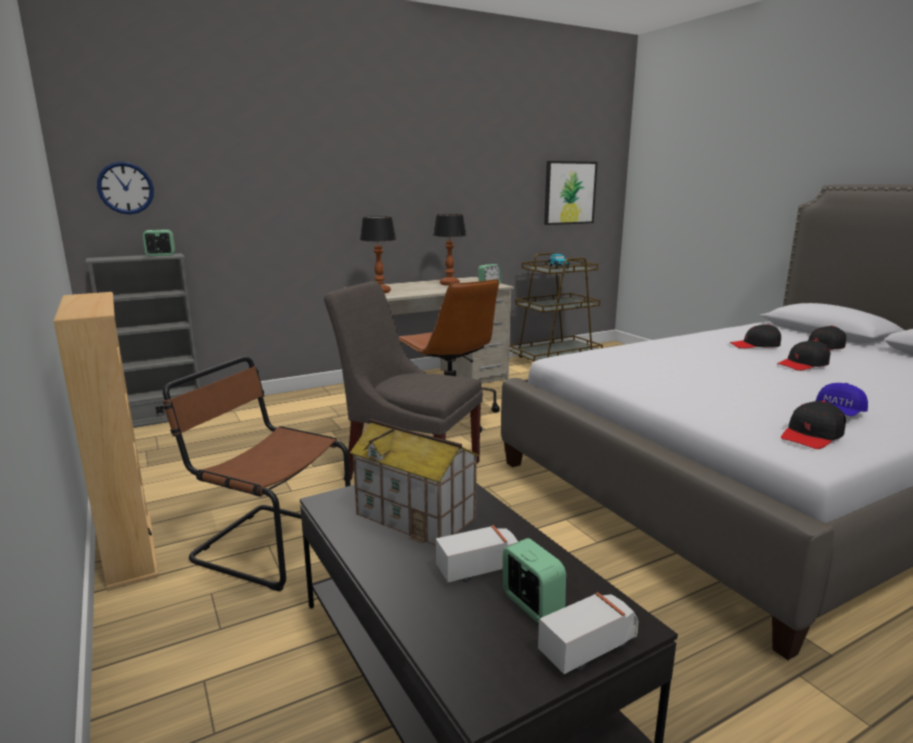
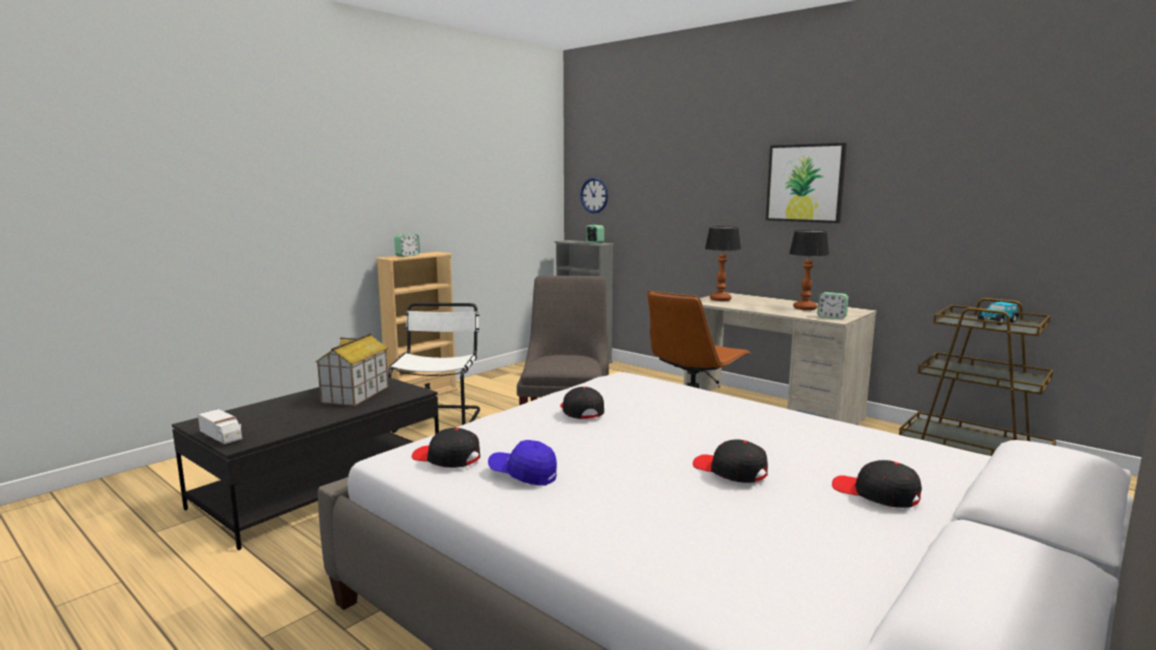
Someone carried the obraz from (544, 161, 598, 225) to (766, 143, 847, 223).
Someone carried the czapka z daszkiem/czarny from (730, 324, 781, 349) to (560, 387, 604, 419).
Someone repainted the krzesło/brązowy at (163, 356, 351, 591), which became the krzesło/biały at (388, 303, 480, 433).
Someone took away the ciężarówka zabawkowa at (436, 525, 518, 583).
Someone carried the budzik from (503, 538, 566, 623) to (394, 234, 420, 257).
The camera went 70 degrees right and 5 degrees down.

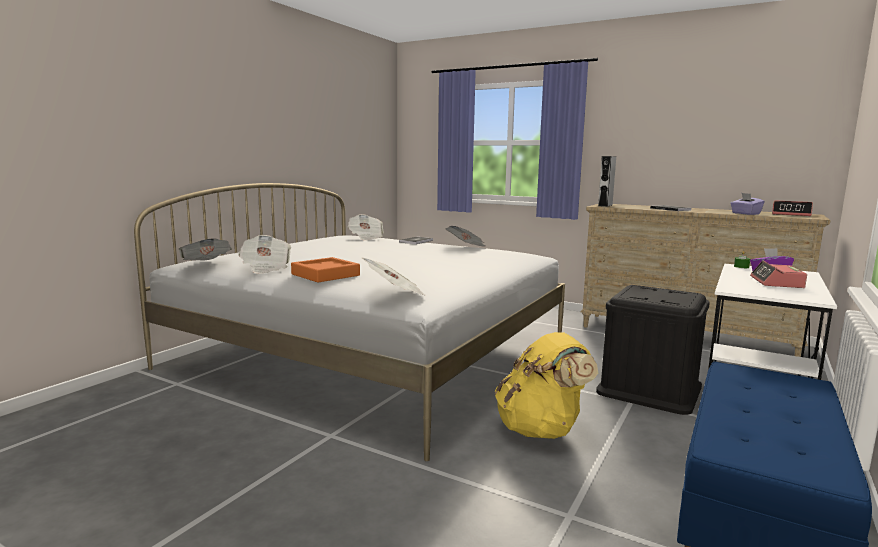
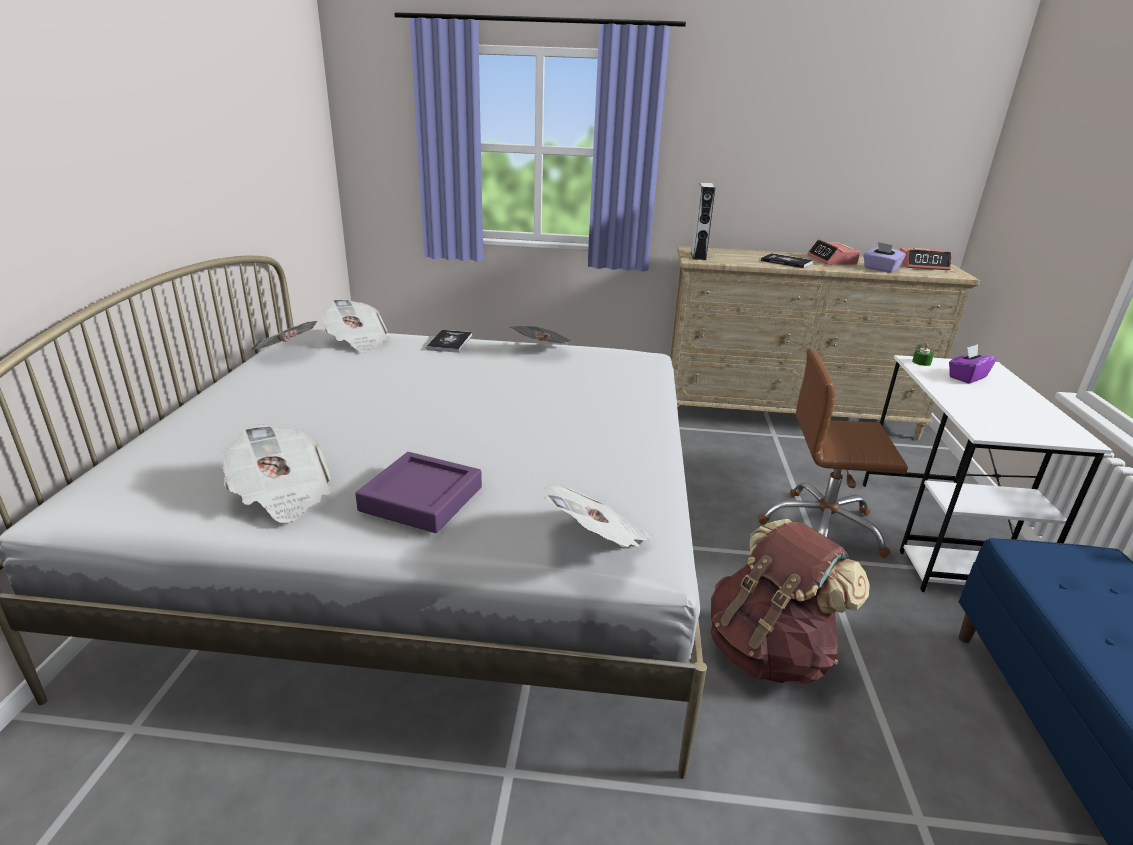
Someone carried the gazeta from (179, 238, 232, 261) to (250, 321, 317, 351).
Someone repainted the taca/pomarańczowy at (291, 257, 360, 282), which became the taca/fioletowy at (355, 452, 482, 533).
Someone carried the budzik from (750, 261, 807, 288) to (808, 240, 860, 265).
Someone swapped the pojemnik do przechowywania/czarny at (596, 285, 710, 415) for the krzesło biurowe/brązowy at (758, 349, 908, 558).
Someone repainted the plecak/żółty at (495, 332, 598, 439), which became the plecak/brązowy at (711, 519, 870, 685).
The camera went 25 degrees left and 15 degrees up.

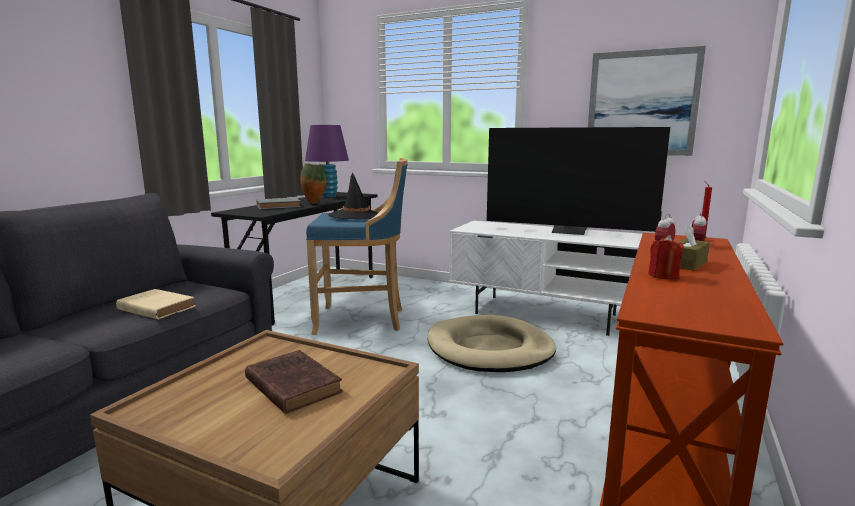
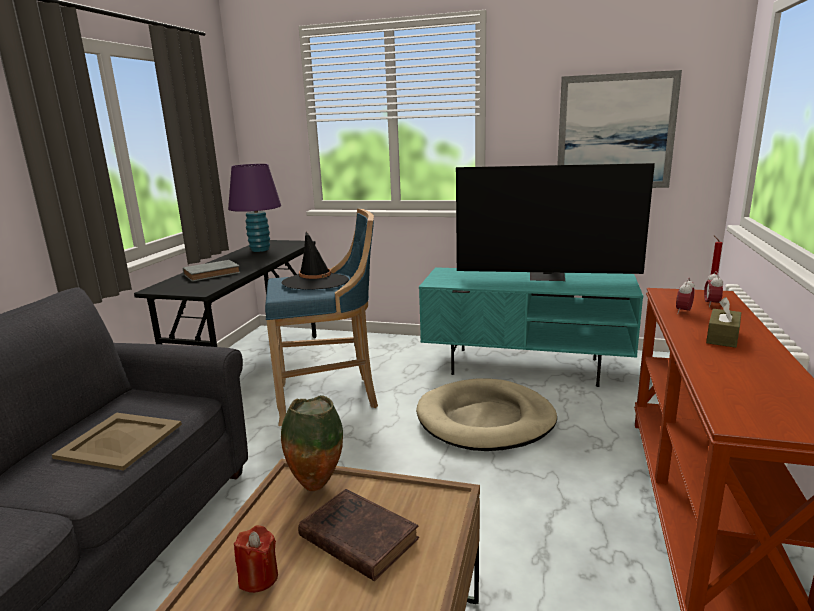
Someone carried the wazon from (300, 163, 327, 204) to (281, 395, 343, 491).
Someone repainted the szafka pod telewizor/biały at (449, 221, 642, 336), which became the szafka pod telewizor/turkusowy at (419, 267, 643, 387).
Someone carried the świeca/czerwony from (648, 235, 684, 280) to (234, 525, 278, 593).
Someone swapped the książka/beżowy at (116, 289, 196, 319) for the taca/beżowy at (52, 413, 182, 471).
The camera went 10 degrees left and 5 degrees up.

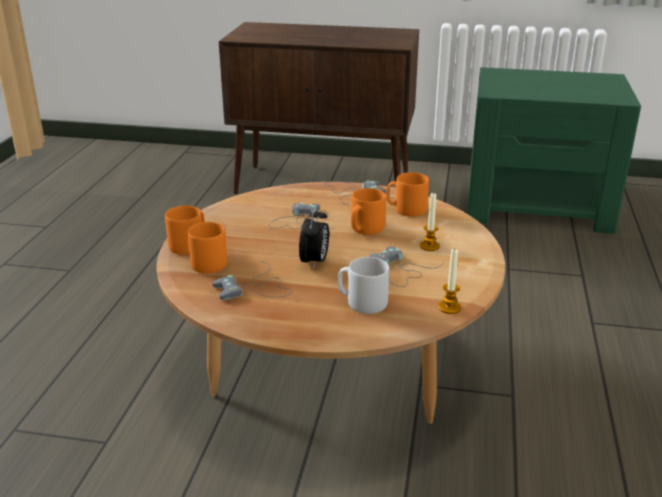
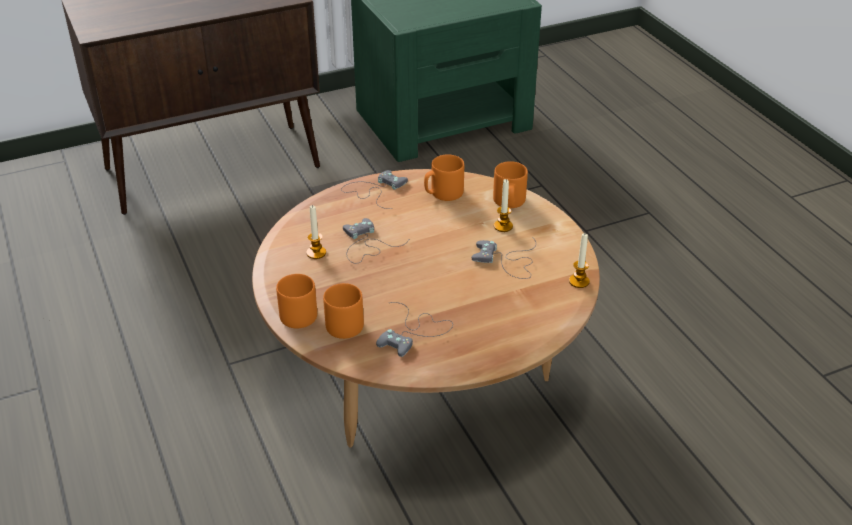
Someone carried the kubek/pomarańczowy from (351, 188, 386, 235) to (493, 161, 528, 208).
Someone took away the budzik at (299, 206, 329, 270).
Someone took away the kubek/szary at (338, 257, 389, 314).
Someone put down the świeca at (306, 205, 326, 259).
The camera went 35 degrees left and 10 degrees up.

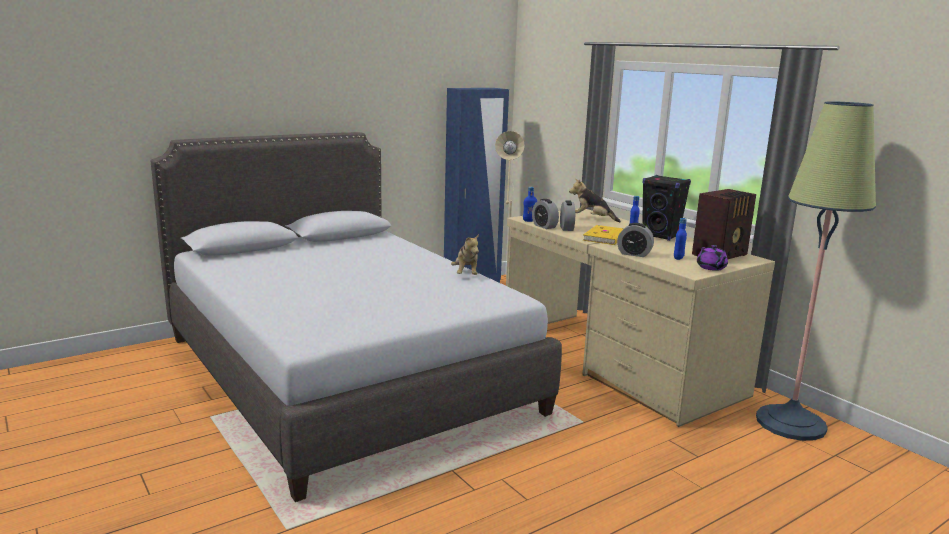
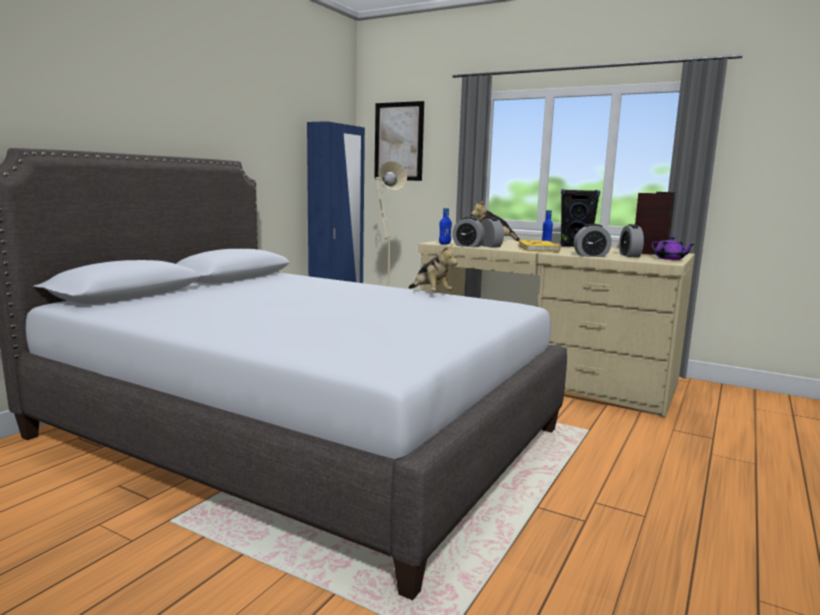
Someone took away the lampa stojąca at (756, 101, 876, 441).
Someone swapped the butelka/niebieski at (674, 218, 687, 260) for the budzik at (619, 224, 644, 257).
Someone put up the obraz at (374, 101, 424, 181).
The camera went 25 degrees left and 5 degrees down.

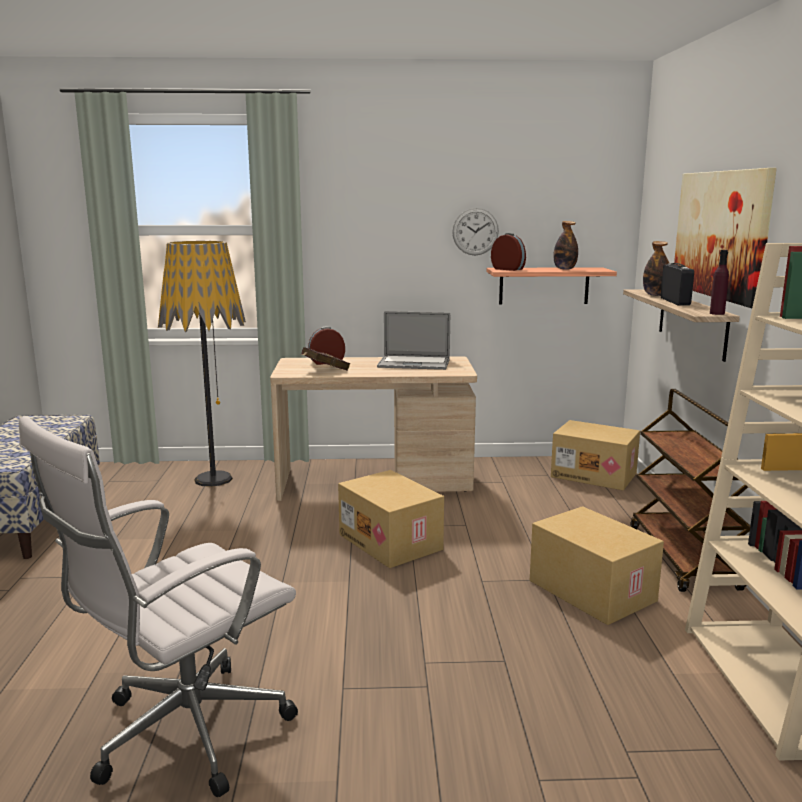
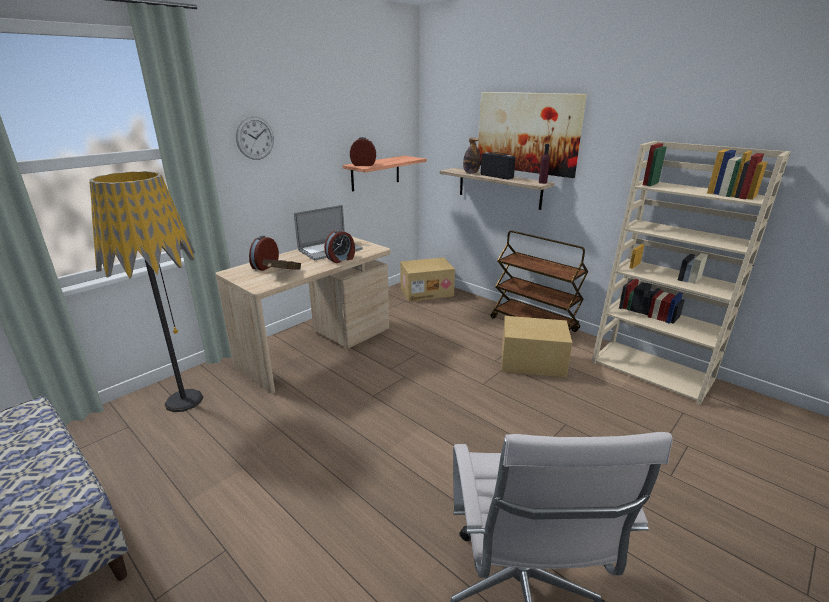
Someone carried the zegar ścienny from (452, 208, 499, 255) to (236, 116, 274, 160).
Someone took away the butelka at (554, 221, 578, 270).
Someone took away the karton at (338, 470, 444, 568).
Someone put down the budzik at (324, 229, 355, 263).
The camera went 45 degrees left and 10 degrees up.

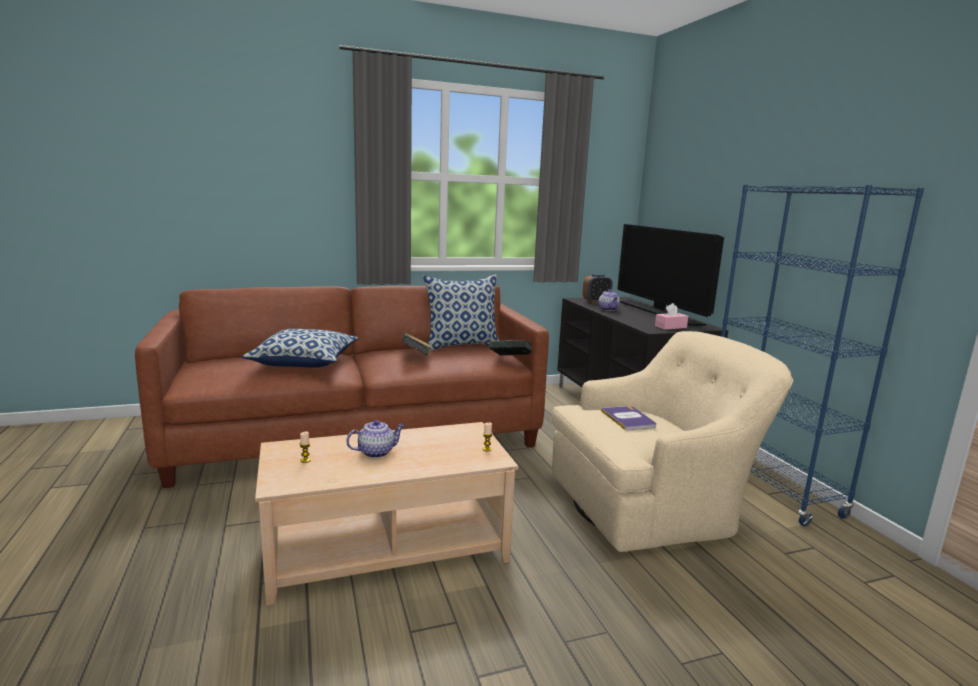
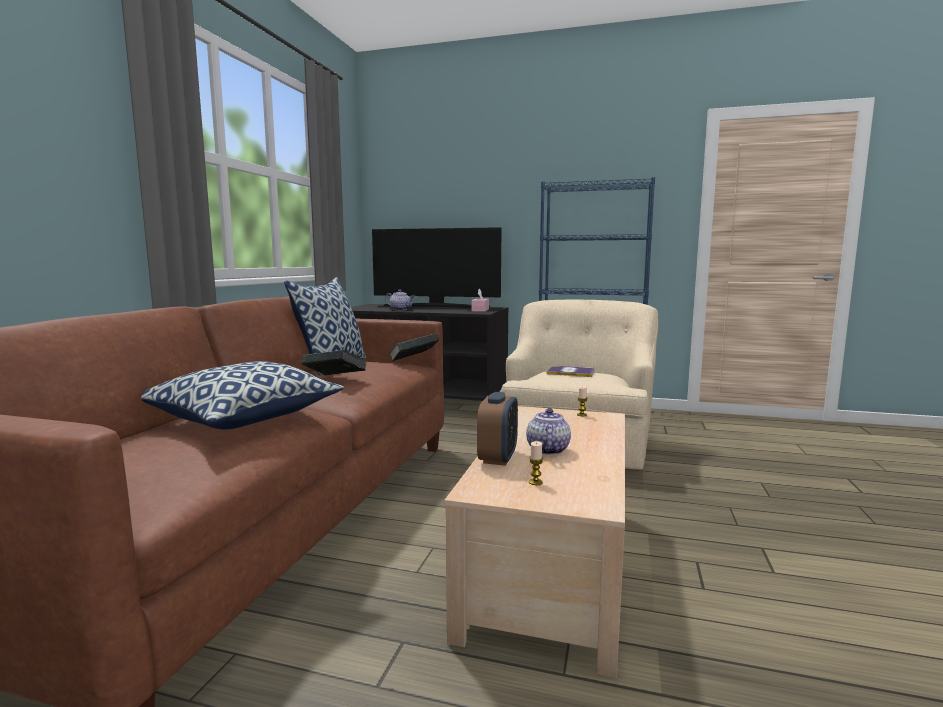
Someone carried the budzik from (583, 274, 613, 303) to (477, 392, 518, 466).
The camera went 55 degrees left and 5 degrees down.

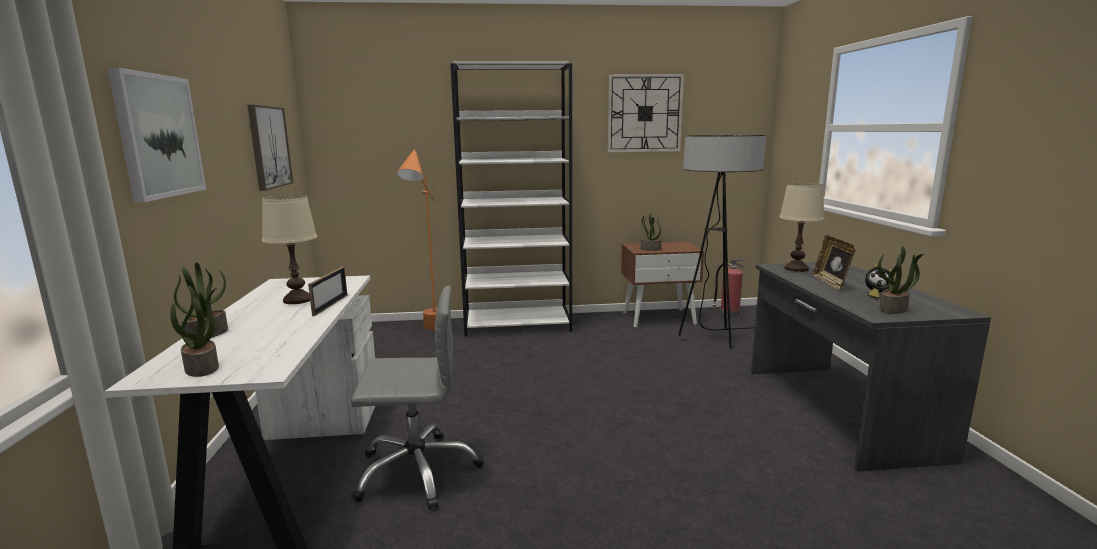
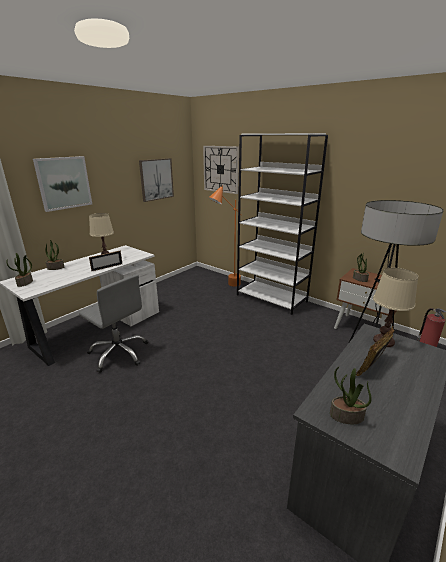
Someone carried the zegar ścienny from (608, 74, 684, 152) to (203, 146, 239, 194).
Someone took away the budzik at (865, 265, 894, 299).
The camera went 45 degrees right and 10 degrees up.

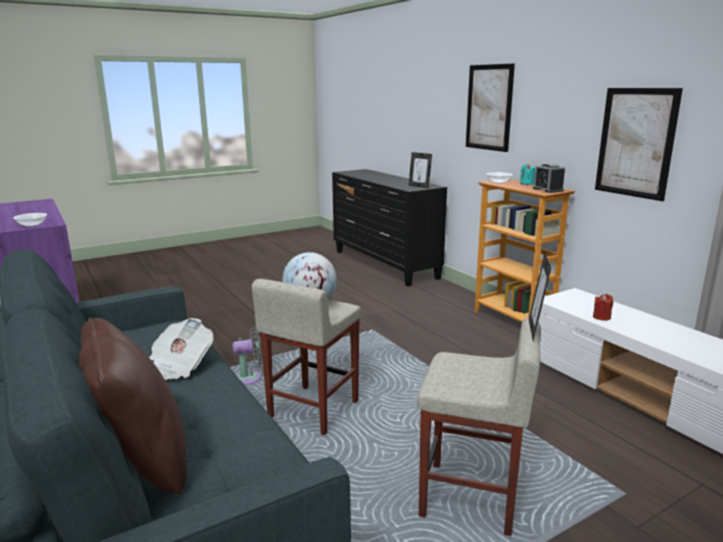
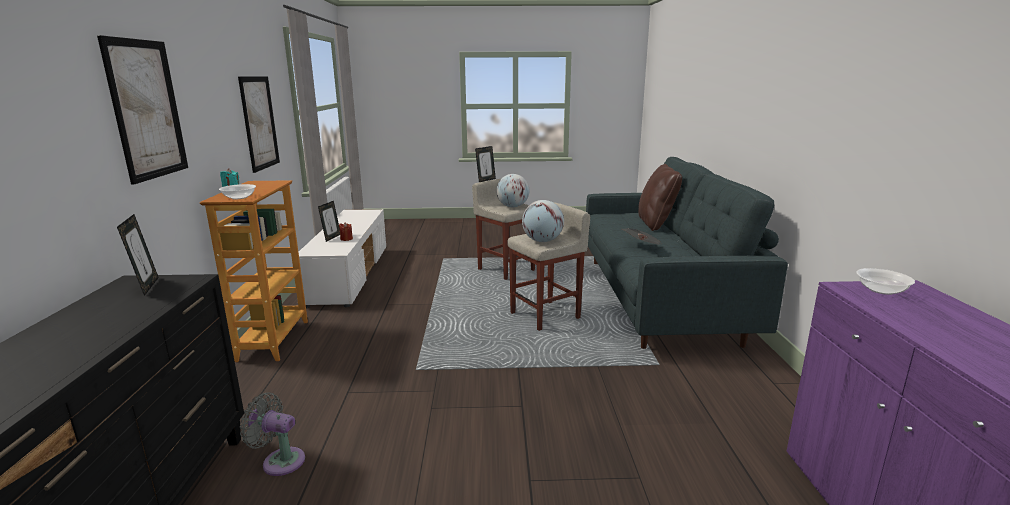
Someone took away the budzik at (533, 164, 565, 193).
Someone carried the wentylator/szary from (232, 326, 263, 385) to (240, 392, 305, 476).
Someone put down the globus at (496, 174, 530, 207).
Someone put down the ramka na zdjęcie at (318, 201, 340, 242).
The camera went 150 degrees left and 0 degrees up.

